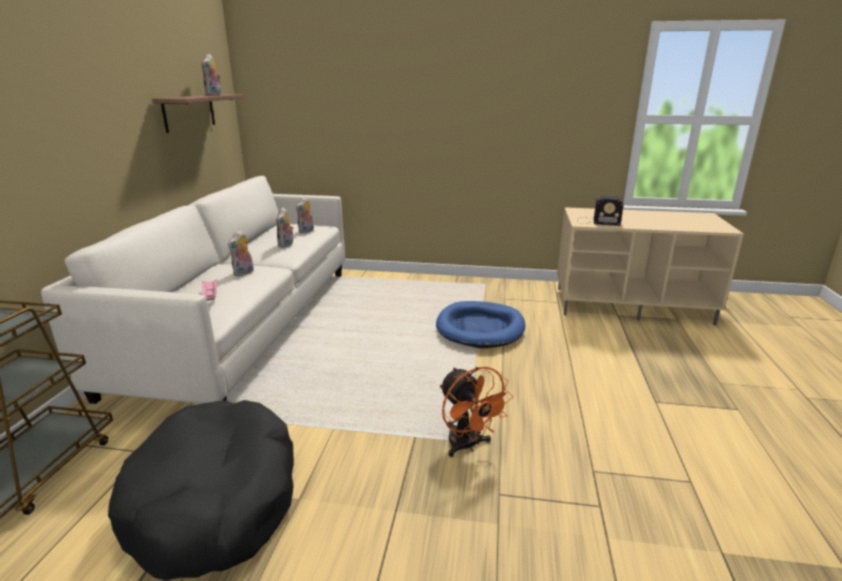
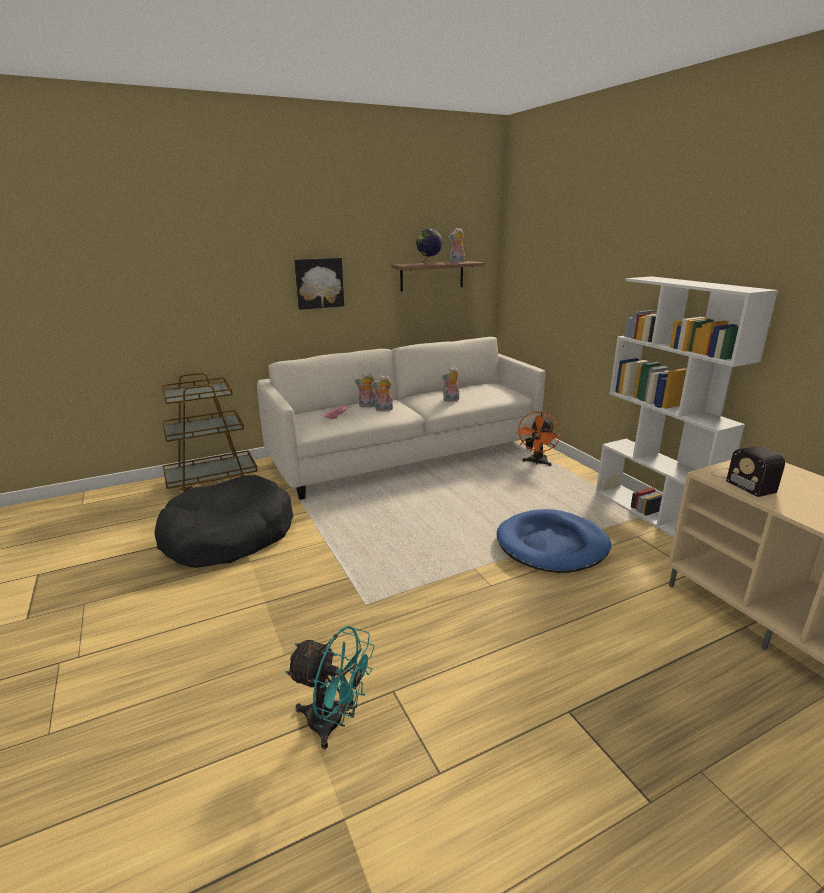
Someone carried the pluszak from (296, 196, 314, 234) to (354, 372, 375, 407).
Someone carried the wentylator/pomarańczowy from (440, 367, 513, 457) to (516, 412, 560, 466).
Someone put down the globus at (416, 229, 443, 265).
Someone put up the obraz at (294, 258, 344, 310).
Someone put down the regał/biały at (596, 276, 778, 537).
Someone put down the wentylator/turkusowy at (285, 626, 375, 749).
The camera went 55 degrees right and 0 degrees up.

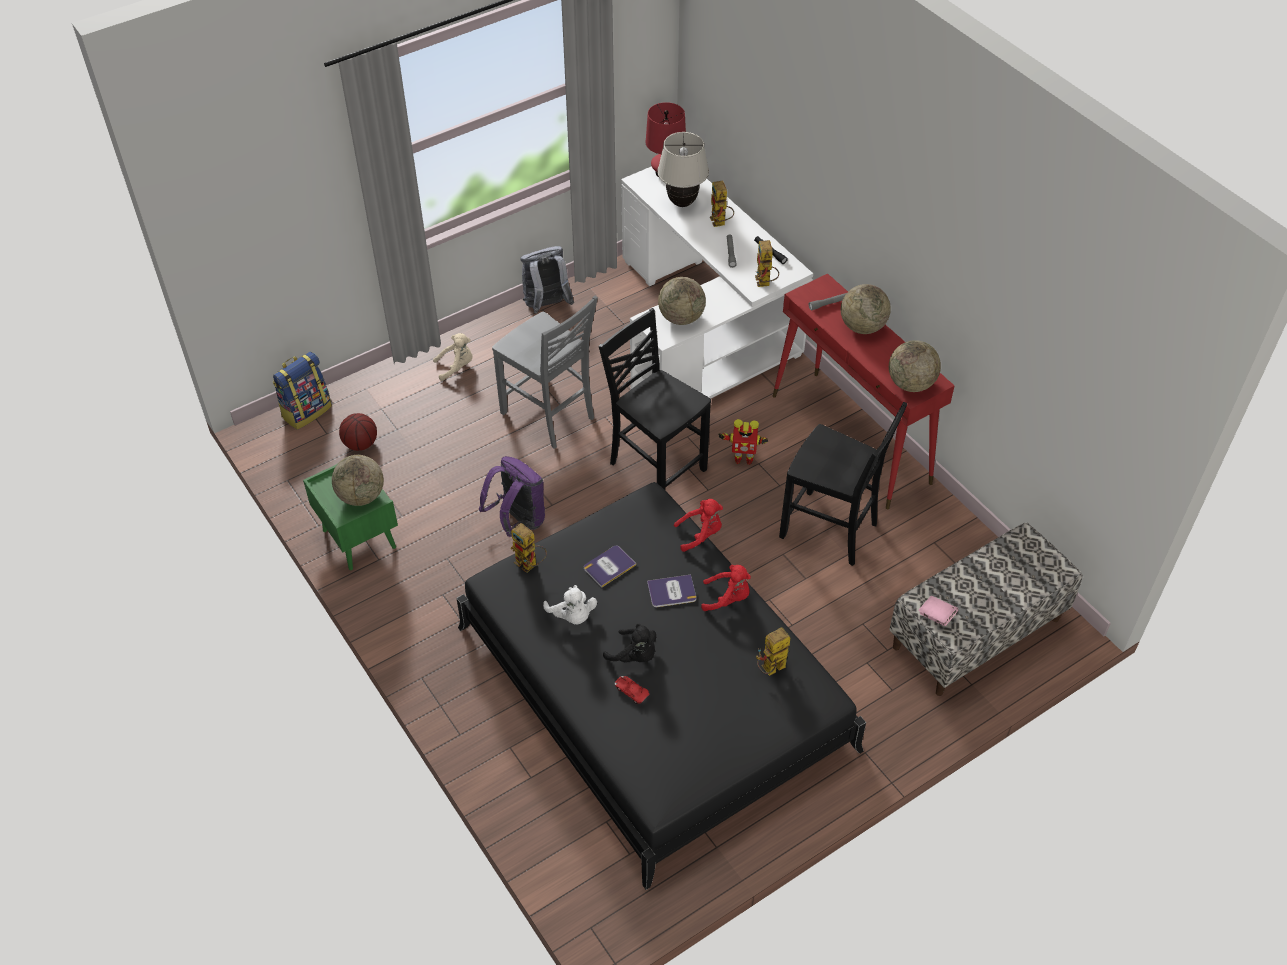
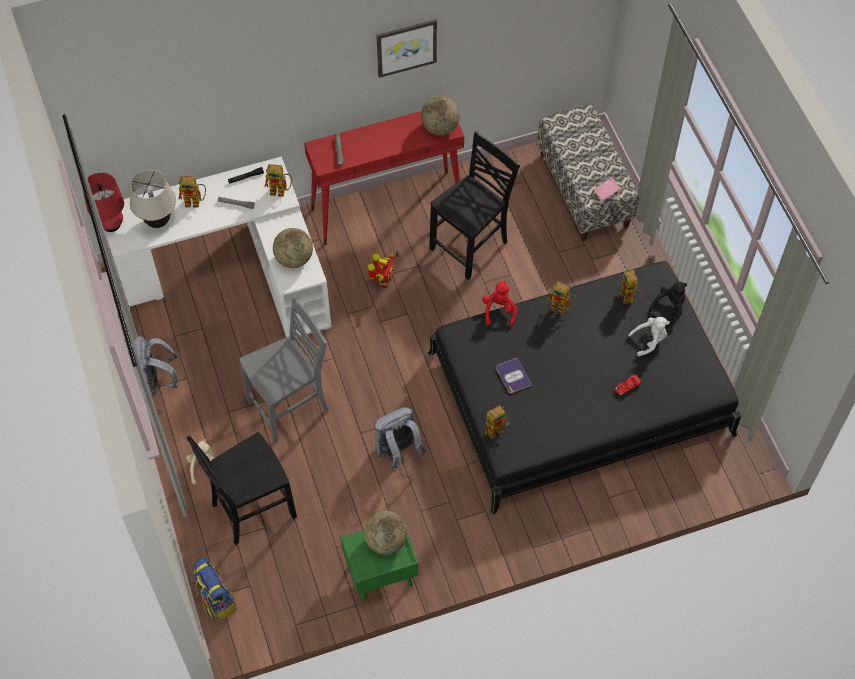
Someone took away the globus at (841, 284, 891, 334).
Someone carried the krzesło/czarny from (599, 308, 711, 490) to (187, 432, 297, 545).
Someone took away the piłka do koszykówki at (339, 413, 377, 451).
Someone repainted the plecak/fioletowy at (479, 456, 545, 537), which became the plecak/szary at (374, 407, 427, 472).
Someone swapped the pluszak/czerwony at (701, 565, 751, 611) for the robot zabawkowy at (547, 281, 577, 315).
Someone took away the książka at (647, 575, 696, 607).
Someone carried the pluszak/biały from (543, 585, 597, 624) to (628, 317, 670, 356).
Someone carried the pluszak/czarny from (603, 624, 656, 662) to (649, 282, 687, 327).
Someone put up the obraz at (377, 19, 437, 78).
The camera went 75 degrees left and 10 degrees up.

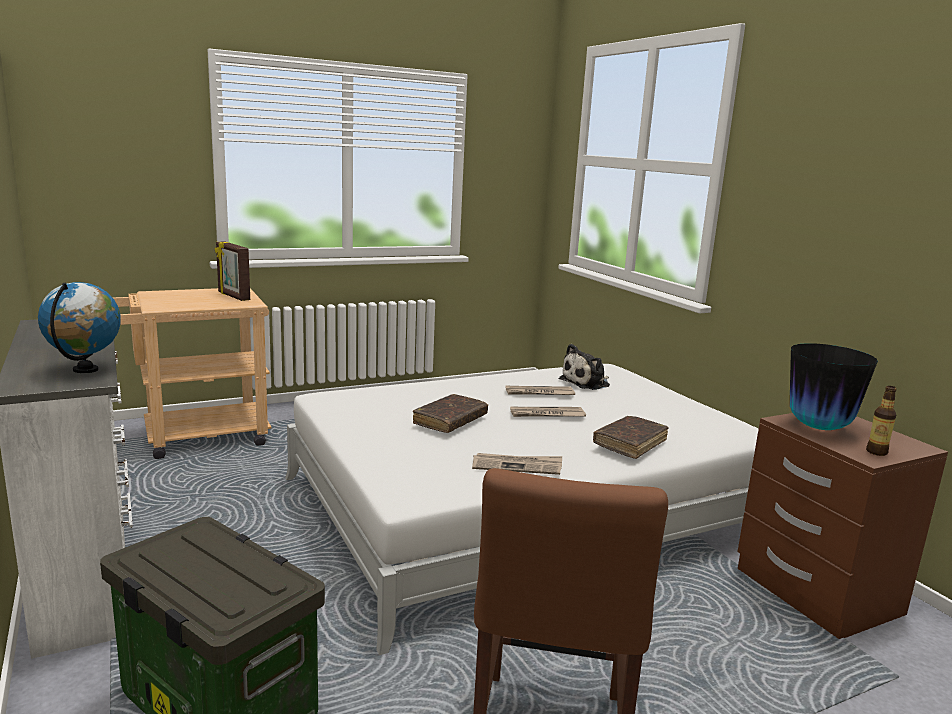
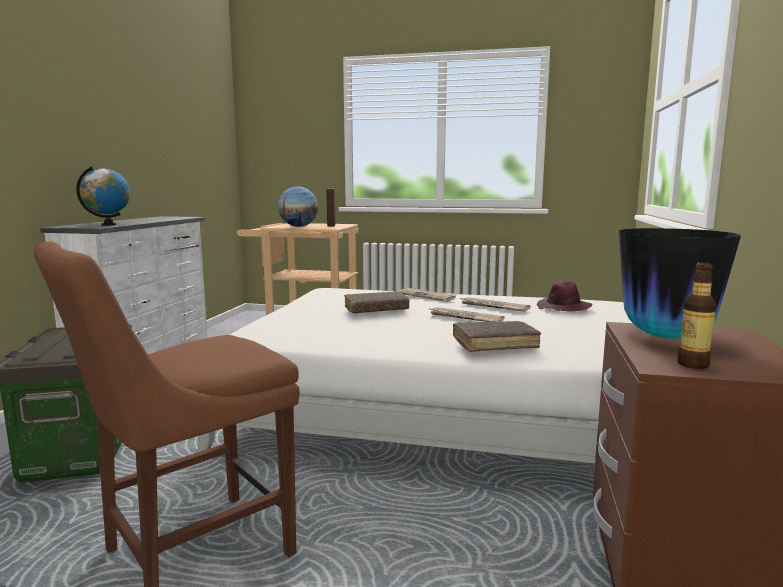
Someone swapped the pluszak at (559, 344, 610, 390) for the kapelusz/fioletowy at (537, 280, 592, 311).
Someone carried the gazeta from (472, 453, 562, 475) to (398, 288, 458, 302).
Someone put down the globus at (278, 186, 318, 227).
The camera went 40 degrees right and 5 degrees down.

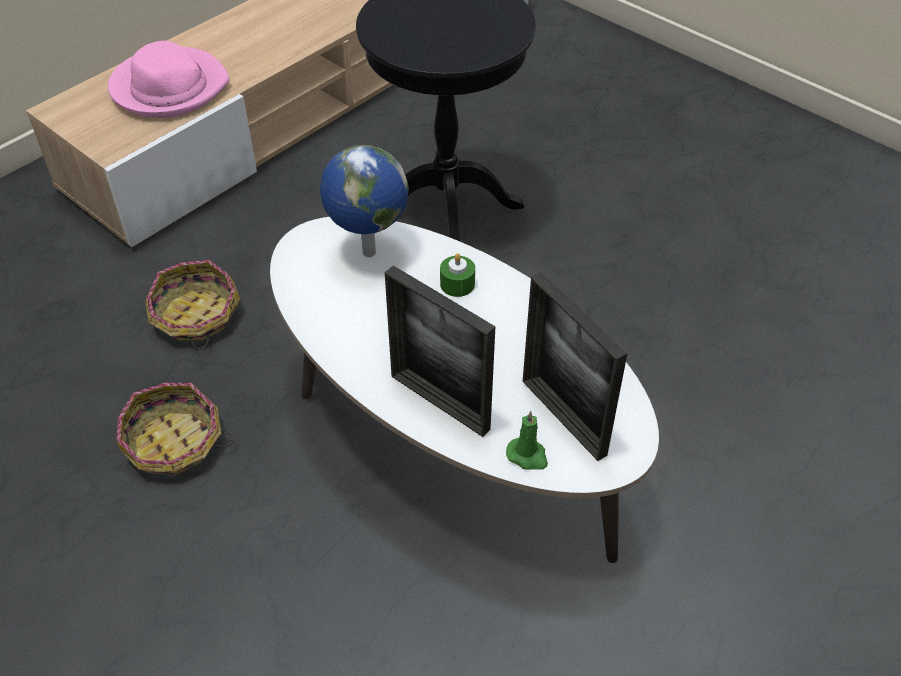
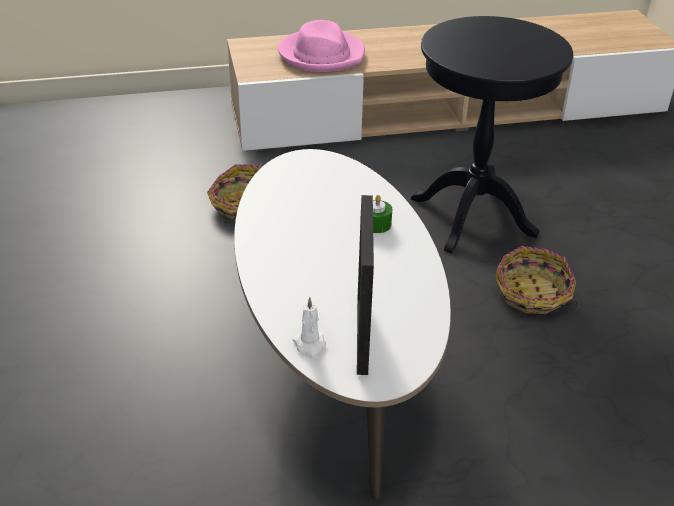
Someone took away the globus at (320, 145, 408, 257).
Someone took away the ramka na zdjęcie at (385, 265, 495, 437).
Someone carried the koszyk from (116, 383, 234, 475) to (495, 246, 580, 314).
Someone repainted the świeca/zielony at (506, 411, 548, 470), which became the świeca/biały at (293, 297, 326, 359).
The camera went 35 degrees right and 10 degrees down.

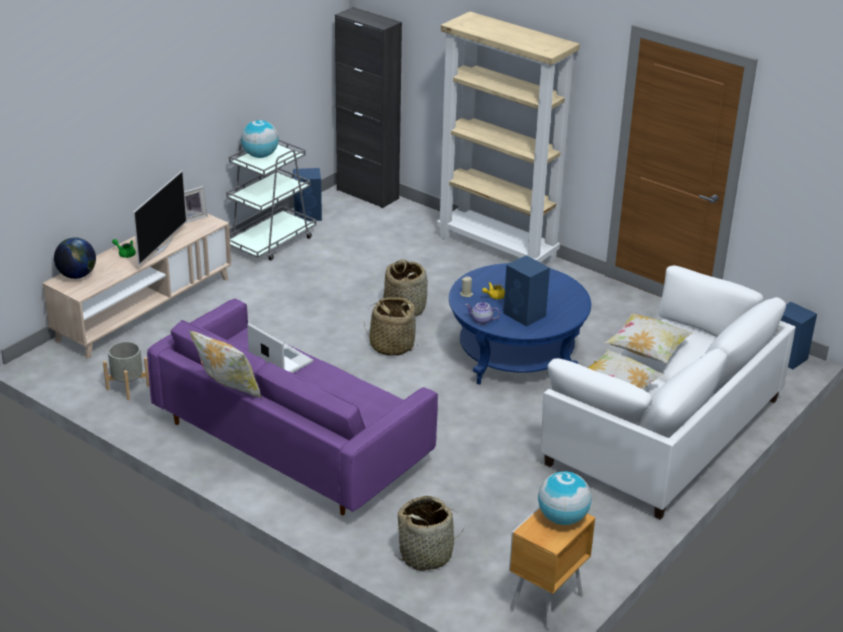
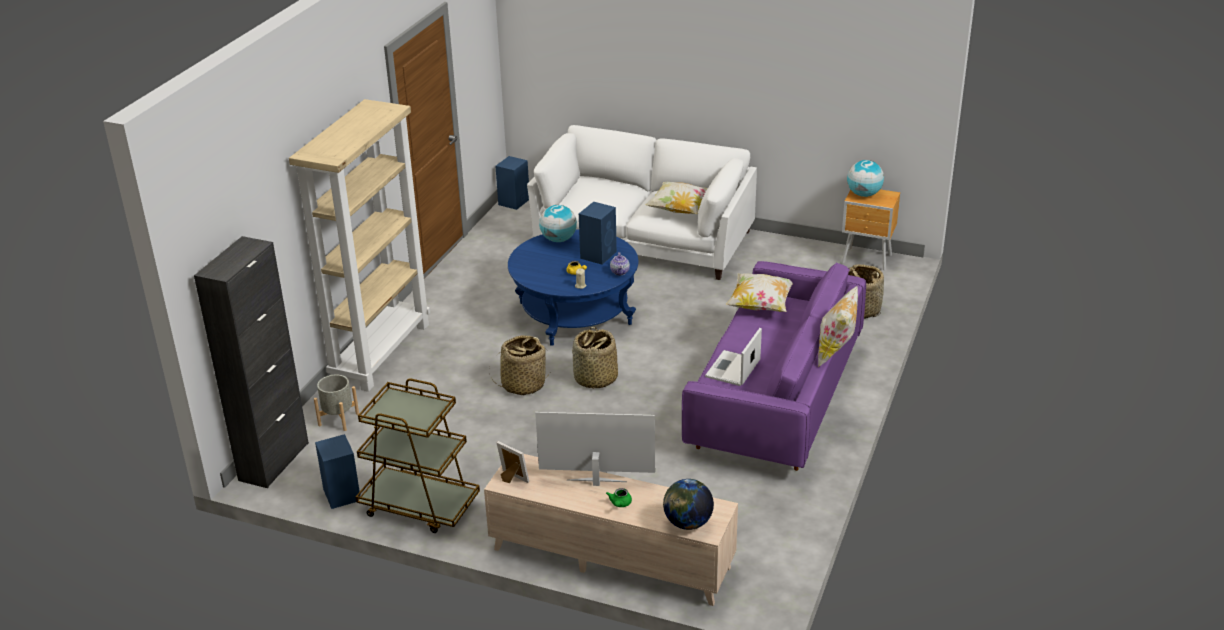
Someone carried the globus from (241, 120, 279, 158) to (539, 205, 577, 242).
Someone repainted the wózek/szary at (226, 140, 316, 261), which became the wózek/brązowy at (356, 378, 480, 533).
Someone carried the poduszka from (605, 313, 692, 363) to (726, 273, 793, 312).
Someone carried the donica/szary from (103, 341, 150, 400) to (314, 374, 359, 431).
The camera went 105 degrees left and 0 degrees up.

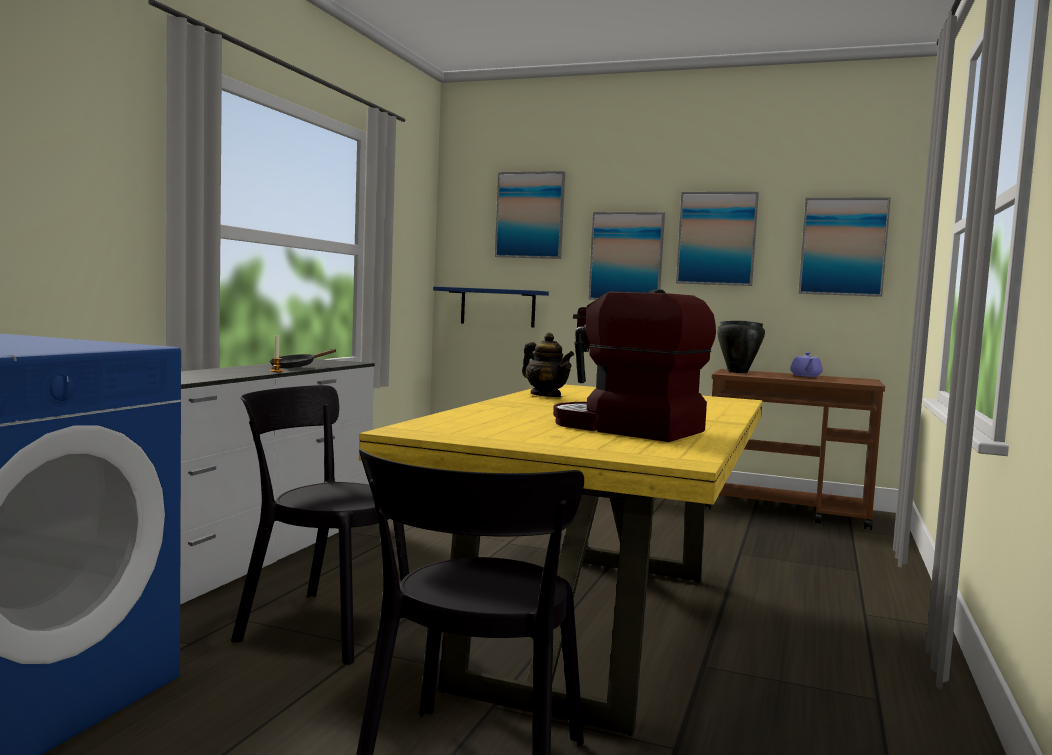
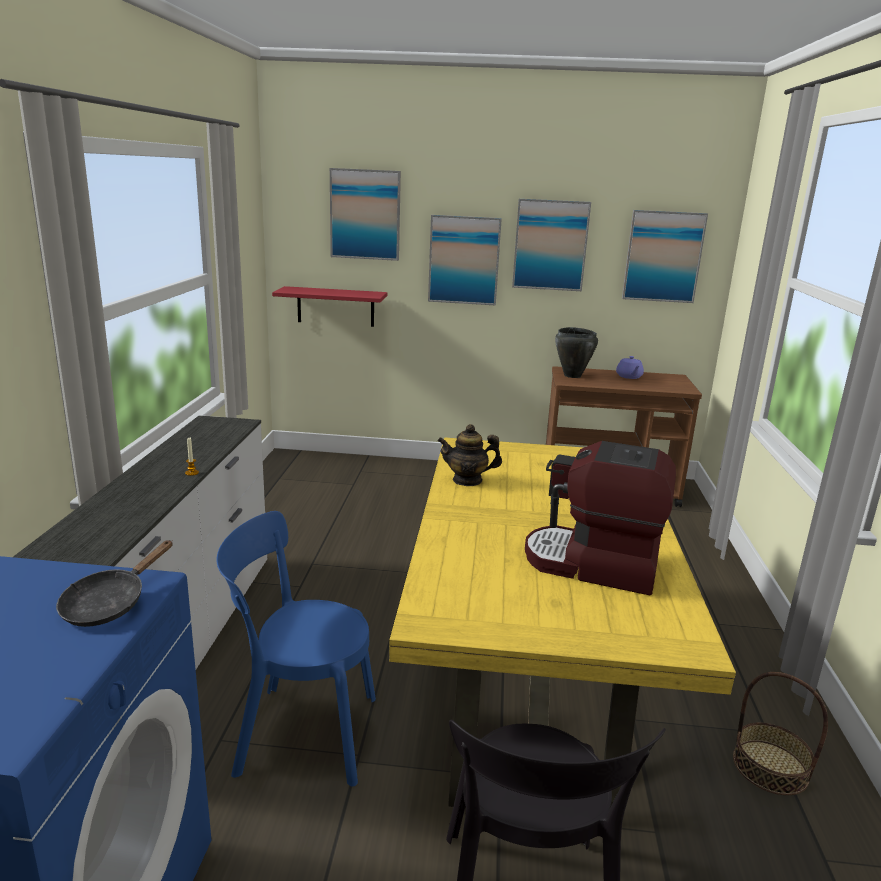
Someone repainted the półka/niebieski at (433, 286, 549, 327), which became the półka/czerwony at (272, 286, 387, 327).
Someone rotated the imbryk at (522, 332, 574, 397) by 150 degrees clockwise.
Someone carried the patelnia/czarny from (270, 349, 337, 368) to (56, 540, 173, 627).
Someone repainted the krzesło/czarny at (231, 385, 409, 665), which became the krzesło/niebieski at (217, 511, 376, 787).
Someone put down the koszyk at (733, 672, 828, 795).
The camera went 15 degrees left and 15 degrees up.

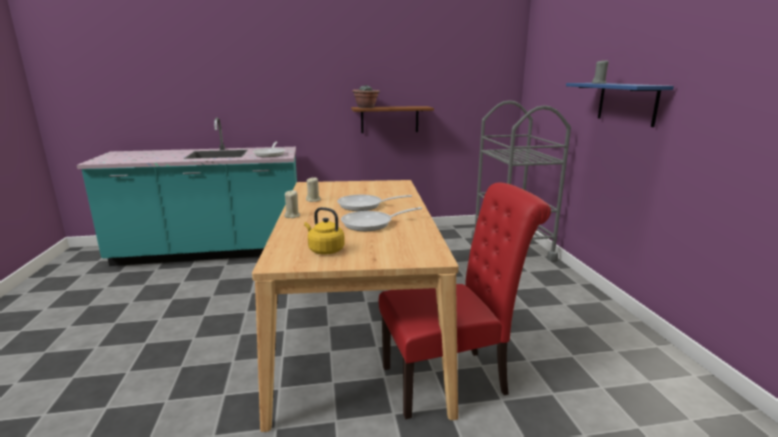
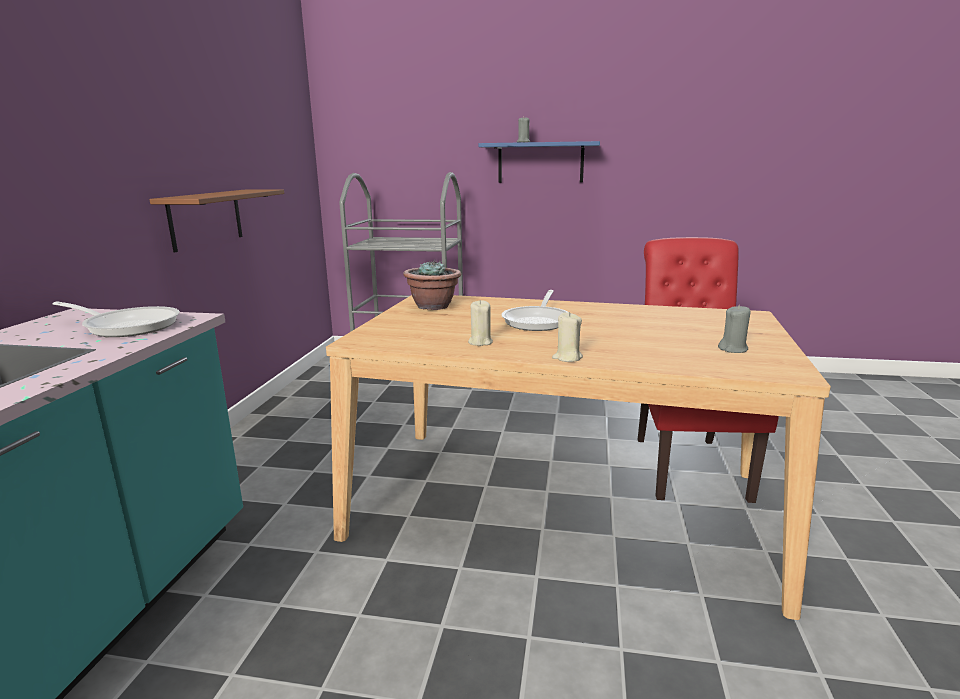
Someone carried the roślina doniczkowa from (352, 85, 380, 108) to (403, 260, 461, 310).
Someone swapped the czajnik/żółty at (304, 207, 345, 254) for the świeca/szary at (718, 305, 750, 353).
Someone took away the patelnia at (341, 207, 422, 231).
The camera went 70 degrees left and 0 degrees up.

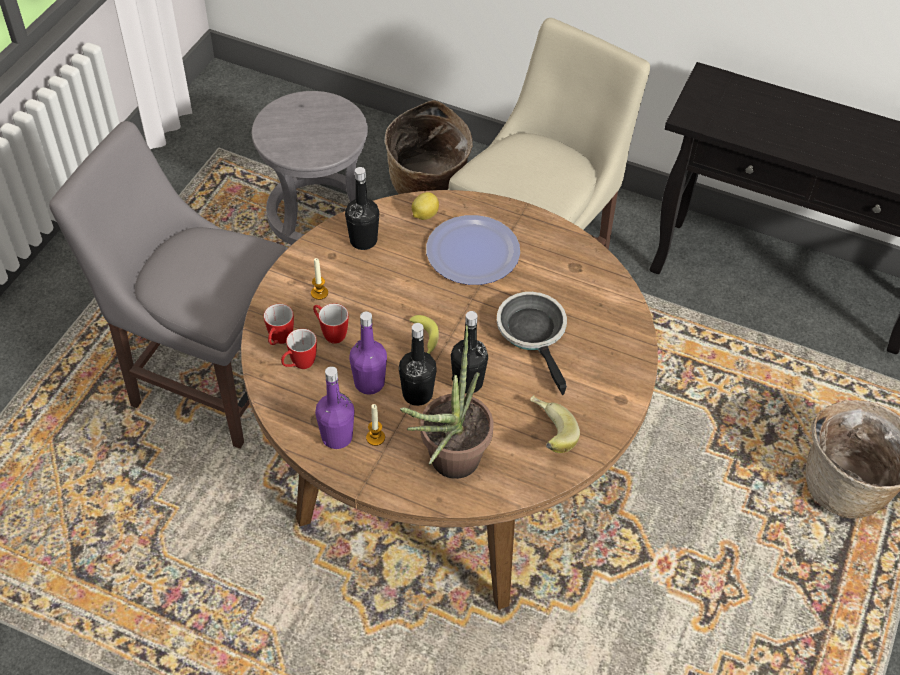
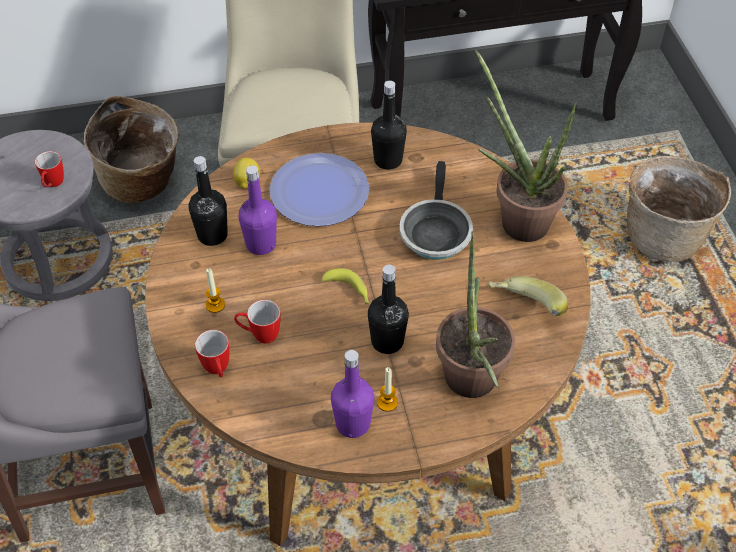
Someone rotated the patelnia at (497, 292, 567, 395) by 120 degrees counterclockwise.
Someone carried the butelka/fioletowy from (349, 311, 387, 394) to (239, 165, 277, 255).
Someone carried the butelka/czarny from (451, 311, 488, 394) to (371, 80, 407, 170).
Someone carried the kubek from (281, 329, 317, 369) to (35, 151, 64, 187).
Someone put down the roślina doniczkowa at (475, 50, 577, 242).
The camera went 35 degrees left and 0 degrees up.

